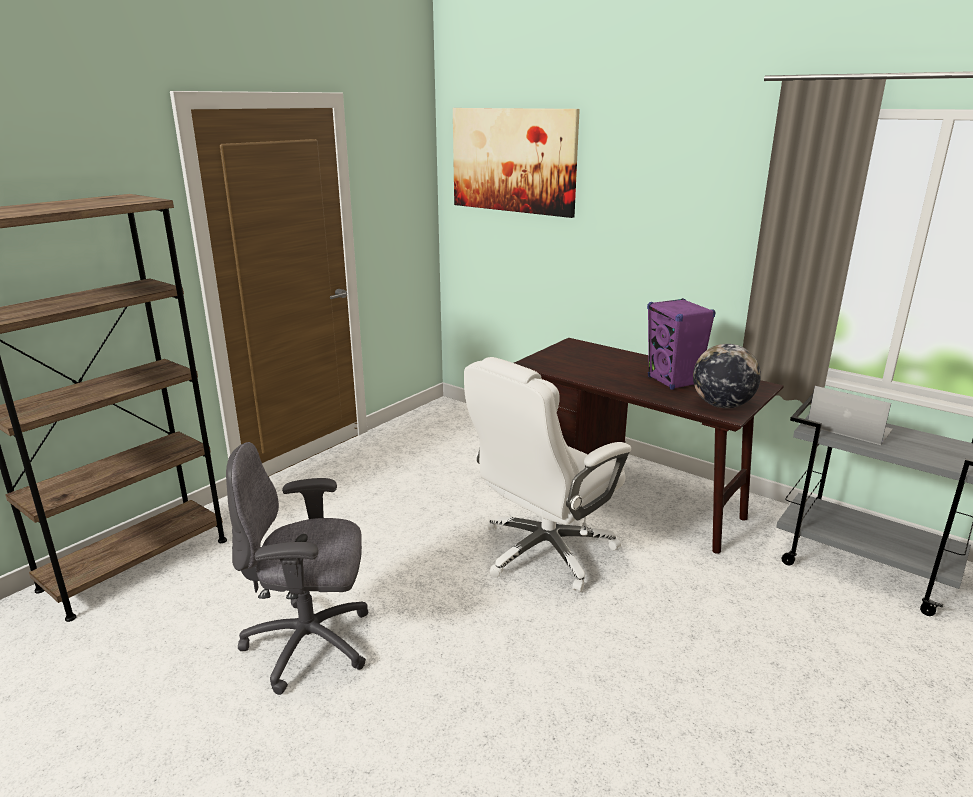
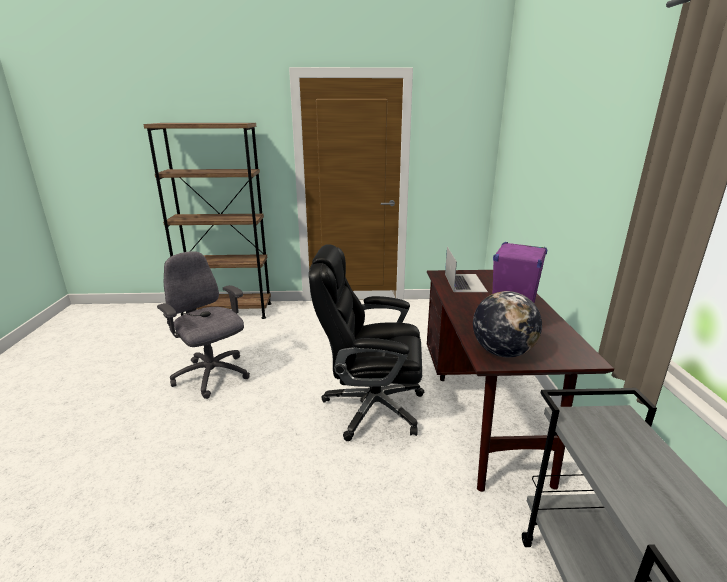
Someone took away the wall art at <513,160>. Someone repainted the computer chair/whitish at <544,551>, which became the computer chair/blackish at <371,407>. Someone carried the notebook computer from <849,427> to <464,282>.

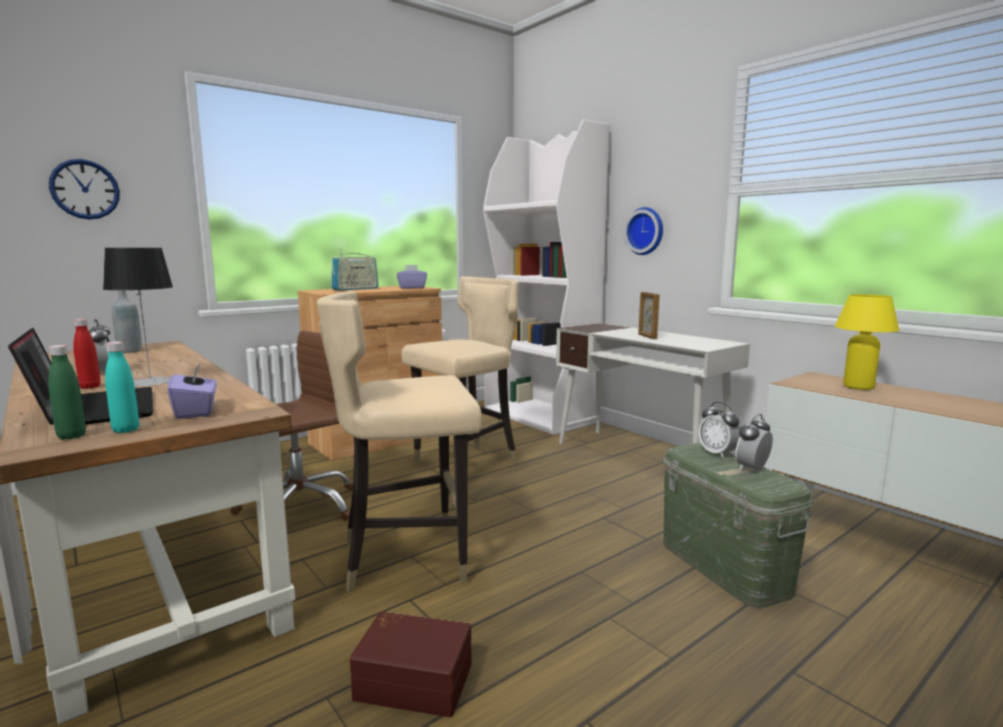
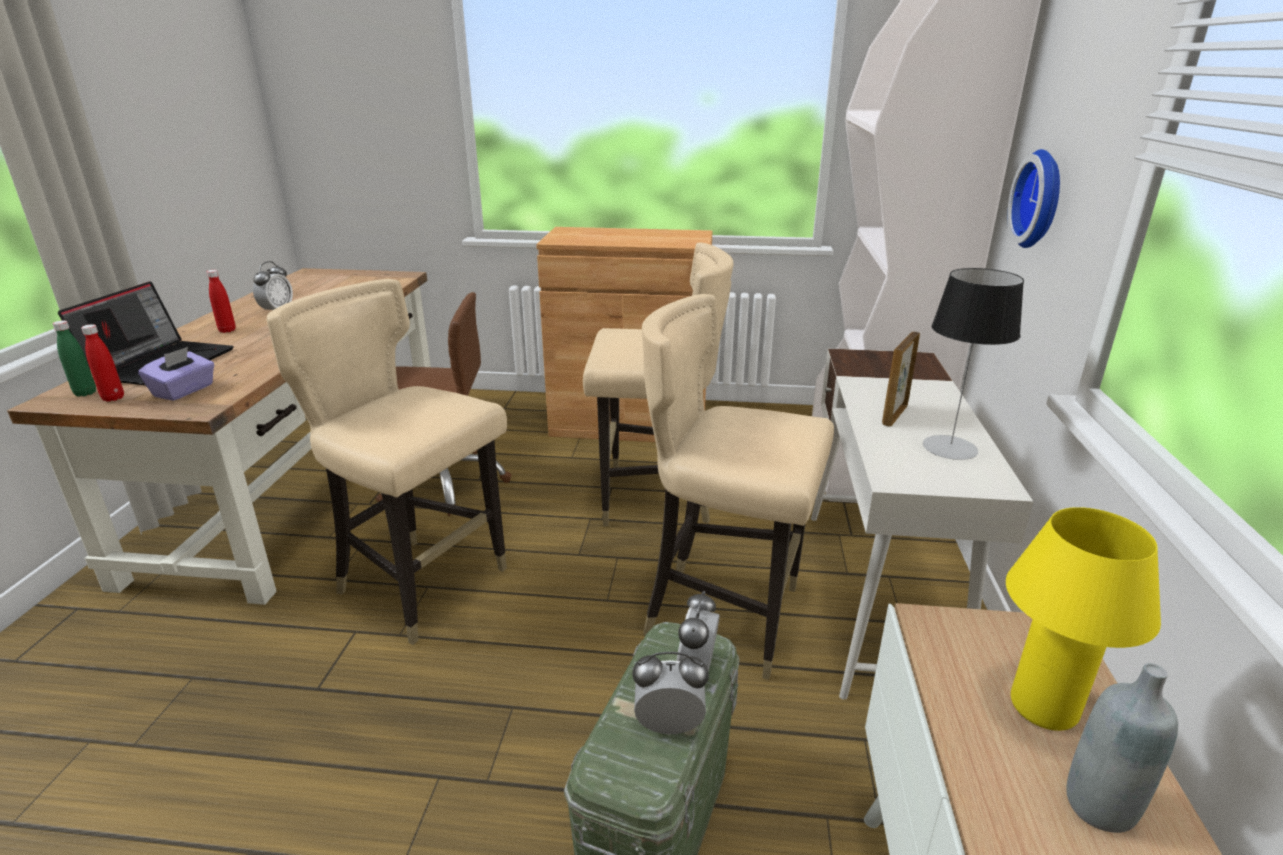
Someone took away the clock on the wall at <85,189>. Someone carried the lamp for a table from <150,382> to <950,448>. Someone repainted the drink bottle/turquoise-coloured at <126,430>, which became the drink bottle/red at <113,398>. Someone carried the drink bottle/greyish from <130,351> to <1099,806>. Someone took away the radio at <355,289>. Someone took away the storage box/brownish at <414,679>. Someone took away the tissue holder/purple at <412,287>. Someone put down the chair/beige-coloured at <726,616>.

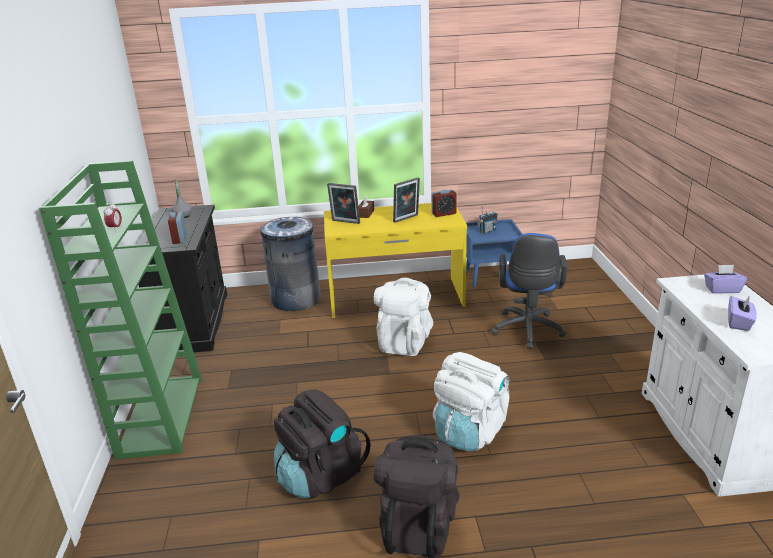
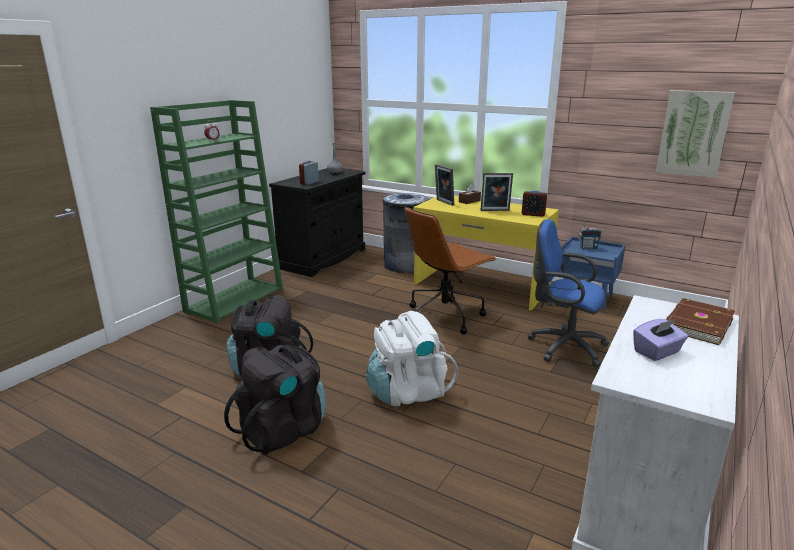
Someone swapped the knapsack/whitish at <404,341> for the computer chair/brownish at <445,316>. Someone rotated the computer chair/blue-coloured at <527,331> by 75 degrees clockwise. Someone swapped the tissue holder/purple at <722,289> for the bound book/brownish at <696,324>. Someone put up the wall art at <693,133>.

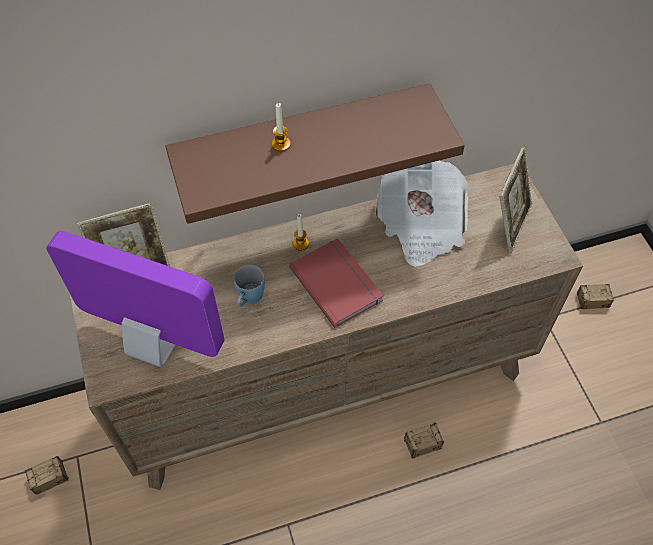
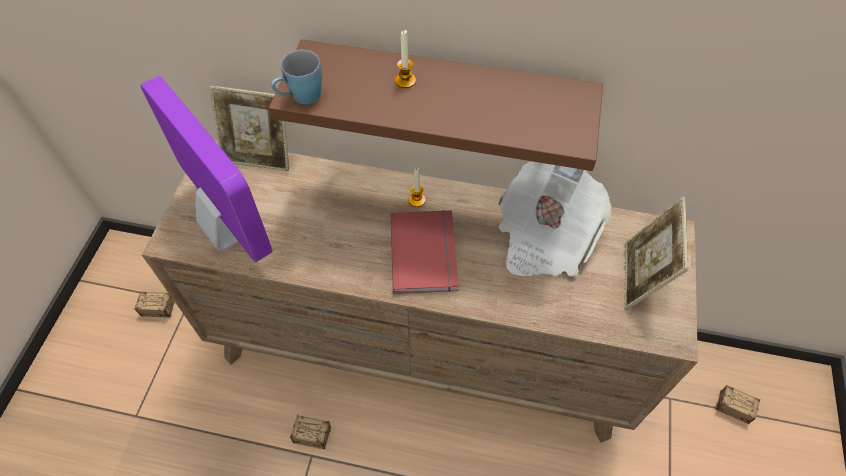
Someone carried the mug/blue-coloured from <249,299> to <300,98>. Someone carried the storage box from <402,450> to <290,430>. Someone rotated the standing frame at <508,224> by 135 degrees clockwise.

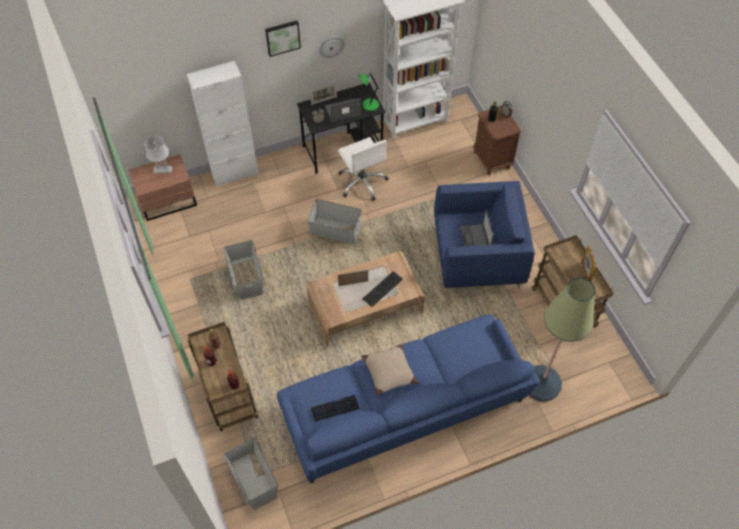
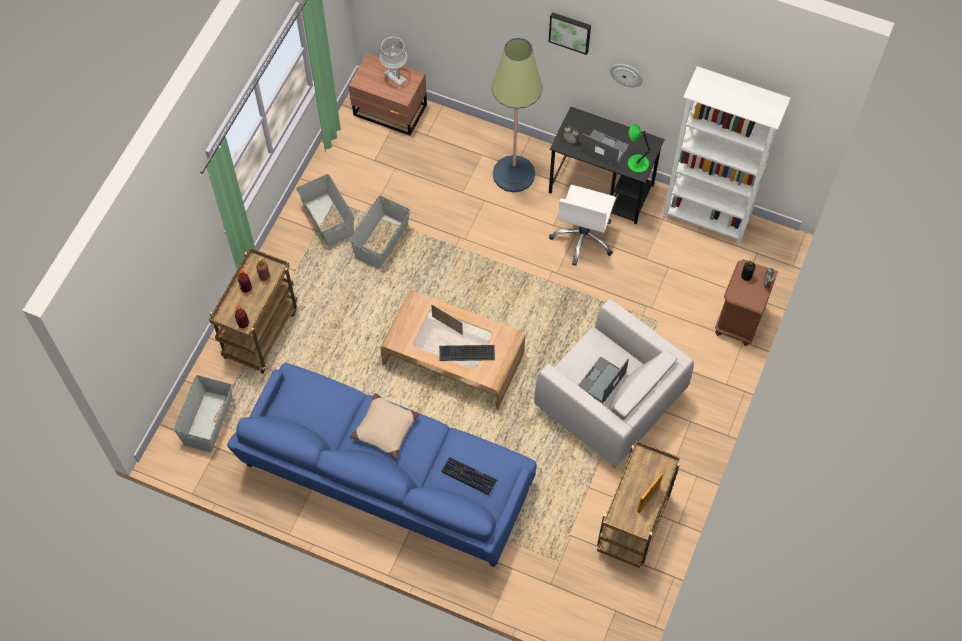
Someone took away the cabinet/whitish at <235,173>. Someone carried the storage box/greyish from <335,230> to <328,219>. Someone took away the standing frame at <324,100>. Someone carried the computer keyboard from <335,408> to <468,476>. Someone repainted the lounge chair/blue-coloured at <477,256>, which became the lounge chair/greyish at <609,403>. Someone carried the standard lamp from <542,383> to <513,174>.

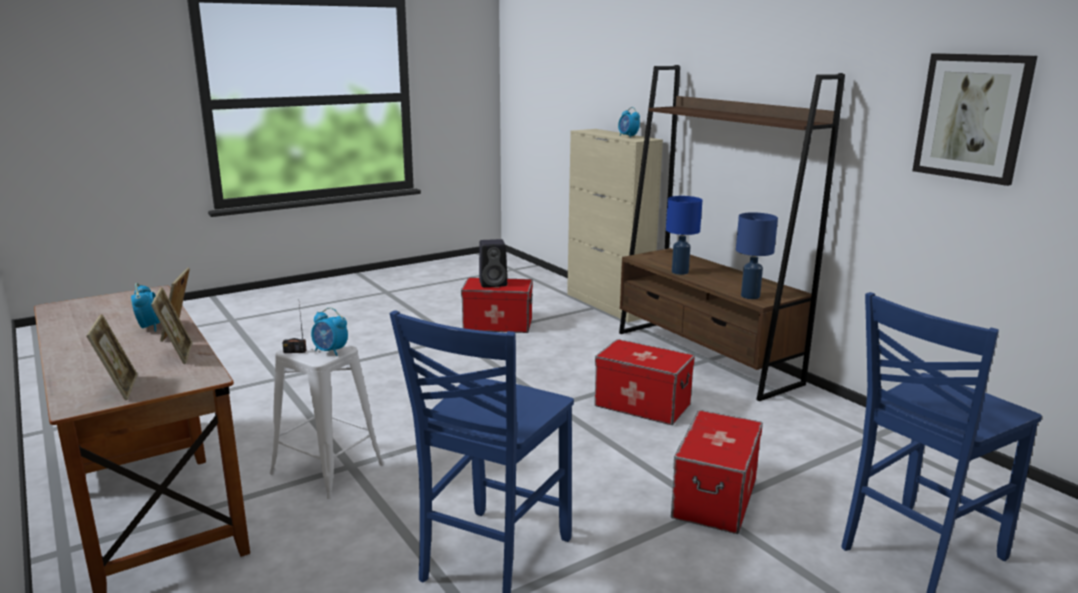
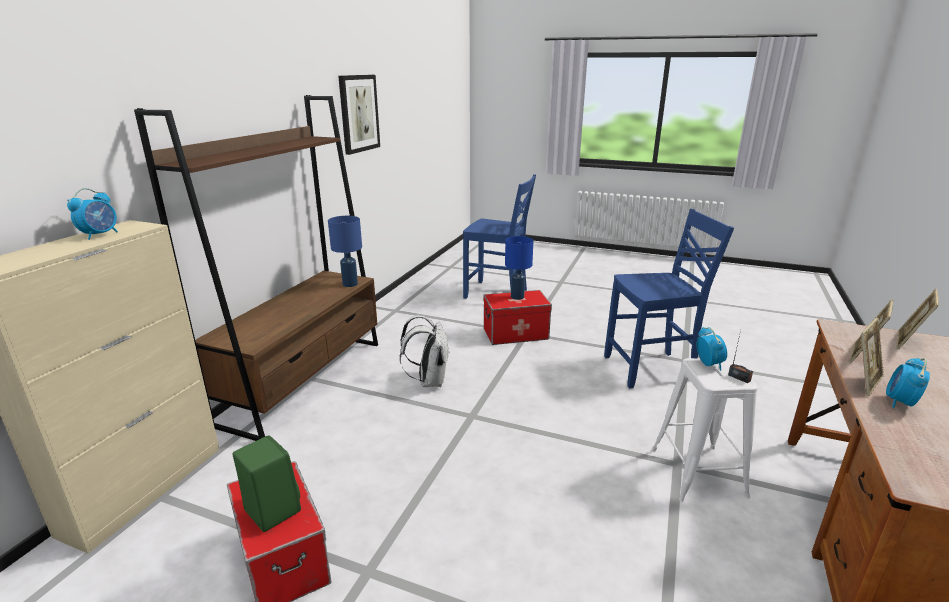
Someone repainted the speaker/blackish at <494,283>, which became the speaker/greenish at <271,510>. Someone swapped the storage box at <642,405> for the knapsack/whitish at <429,381>. Someone carried the lamp for a table/blue-coloured from <680,272> to <517,297>.

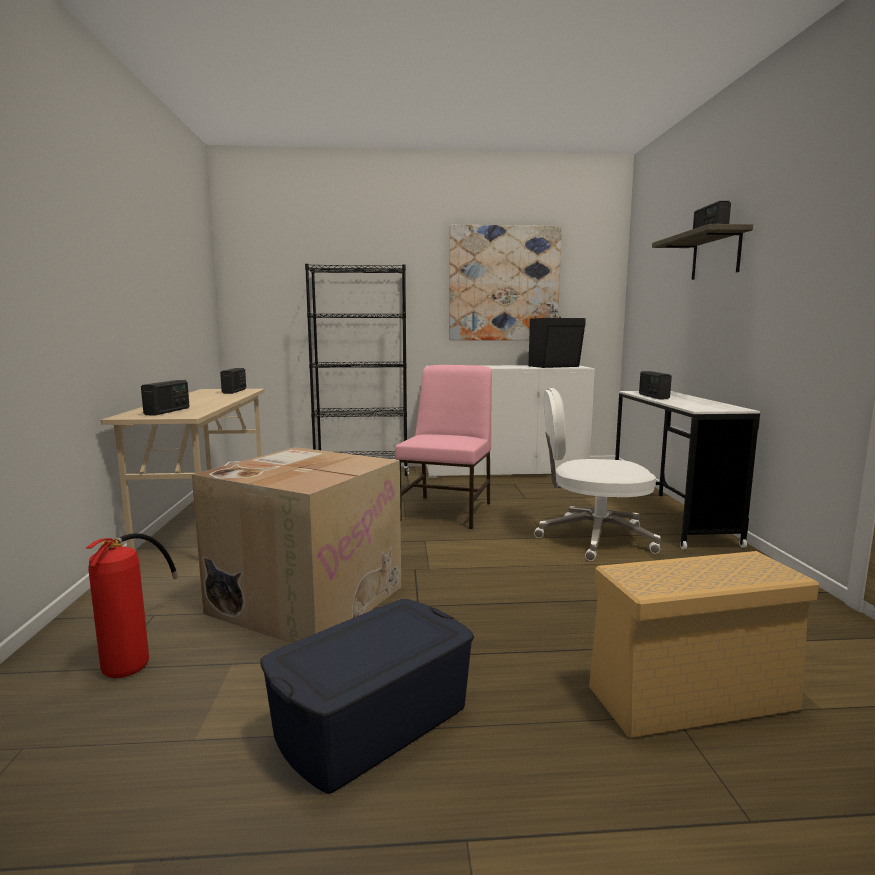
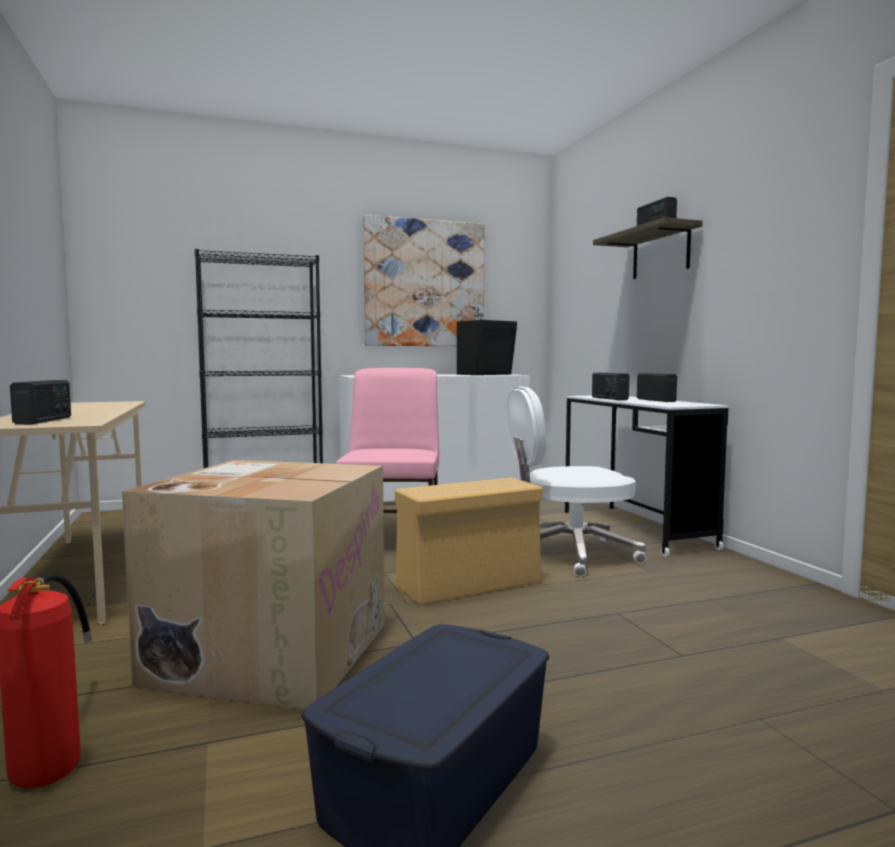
Someone carried the radio from <234,391> to <656,400>. Someone carried the storage box/beige-coloured from <689,699> to <467,584>.

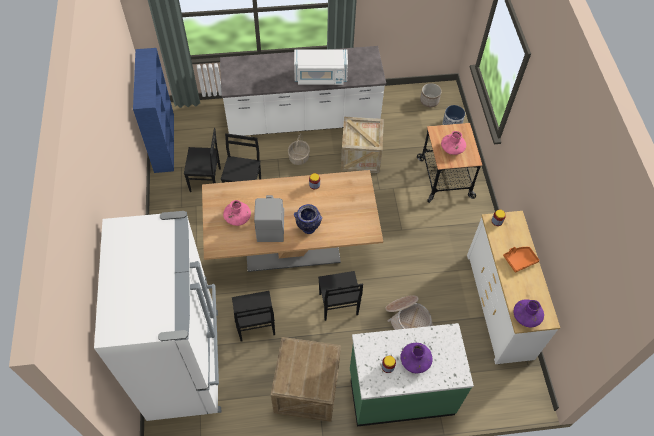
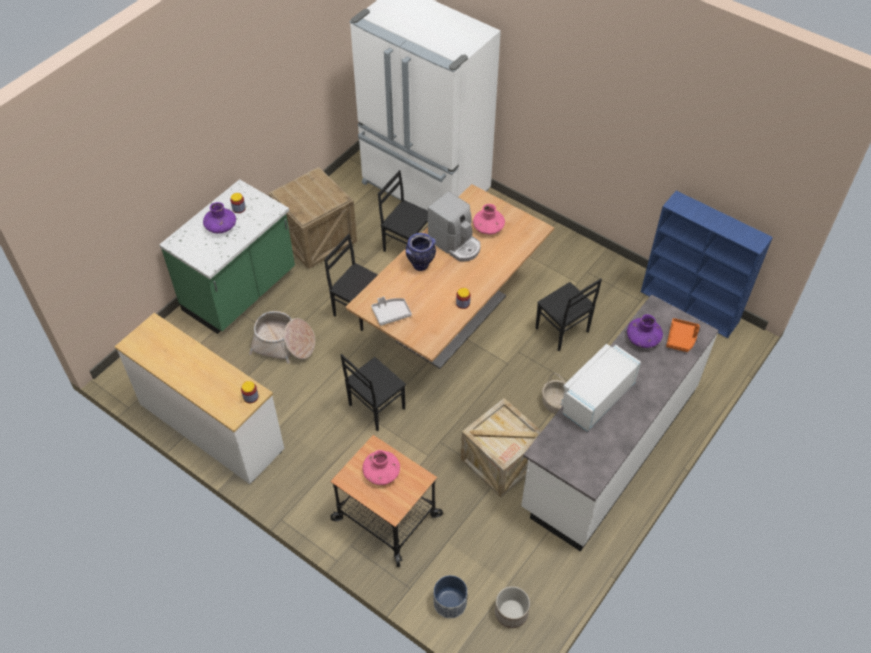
Someone carried the chair/blackish from <206,180> to <375,407>. Someone carried the carrying tray/orangey from <519,260> to <681,338>. Someone carried the decorative vase/purple from <526,316> to <643,338>. Someone put down the carrying tray/greyish at <391,313>.

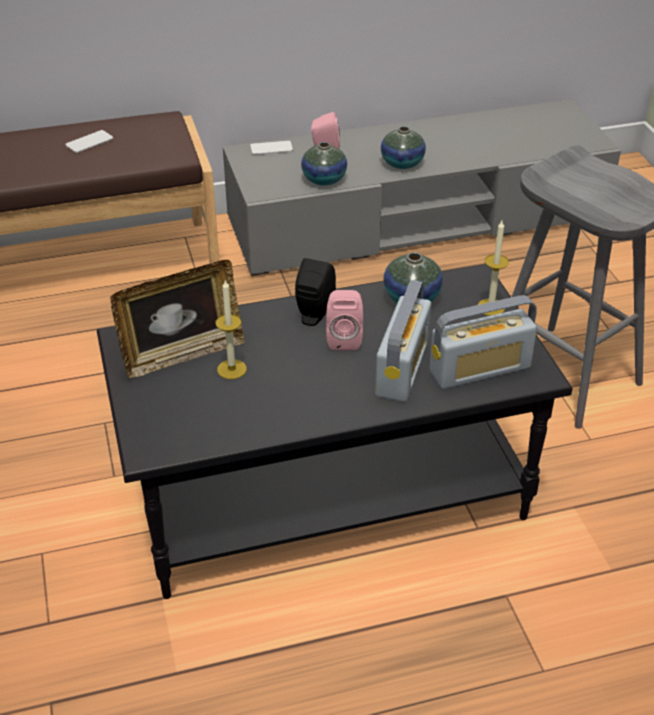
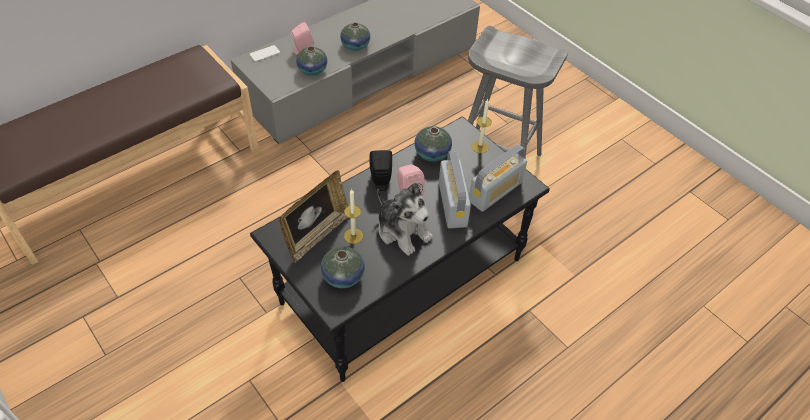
Someone took away the phone at <89,142>. Someone put down the decorative vase at <343,276>. Someone put down the cuddly toy at <403,231>.

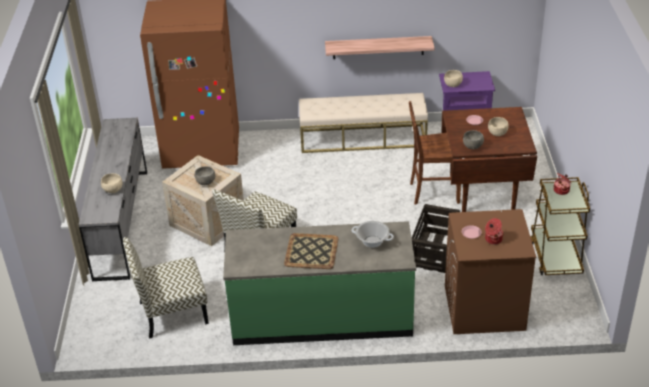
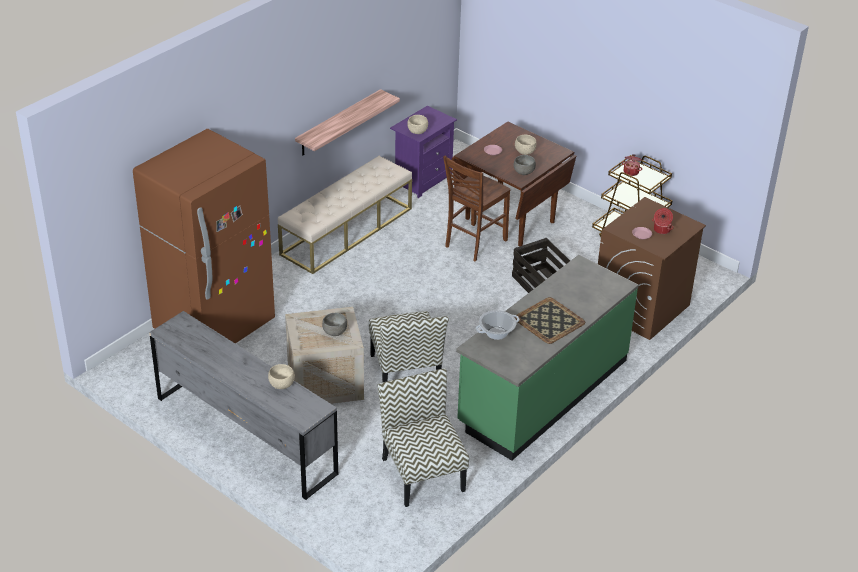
Someone rotated the chair at <172,313> by 135 degrees clockwise. Someone carried the saucepot from <372,241> to <497,333>.

